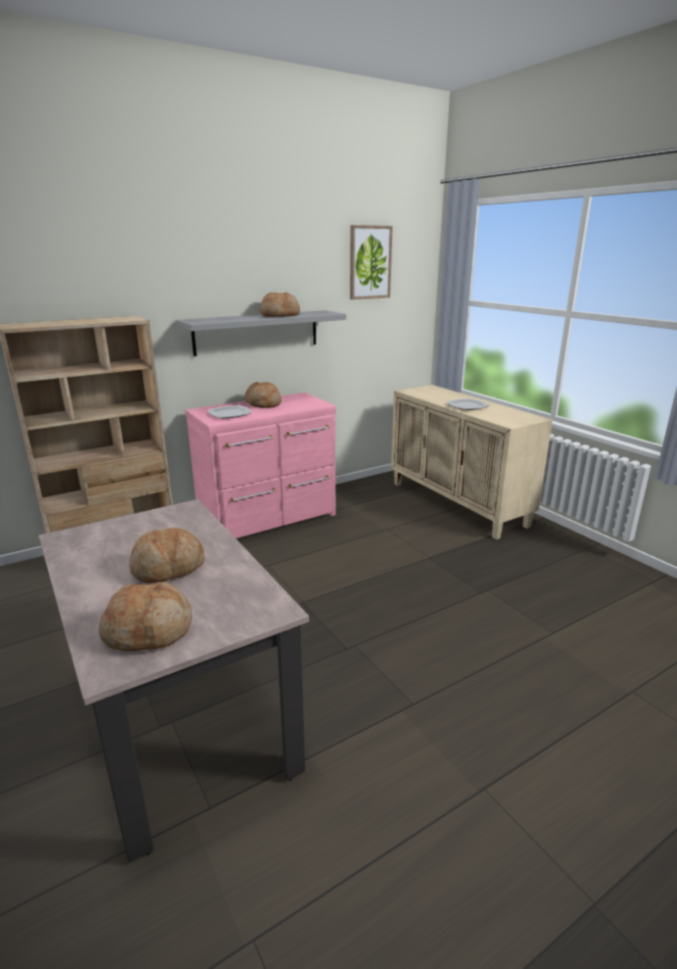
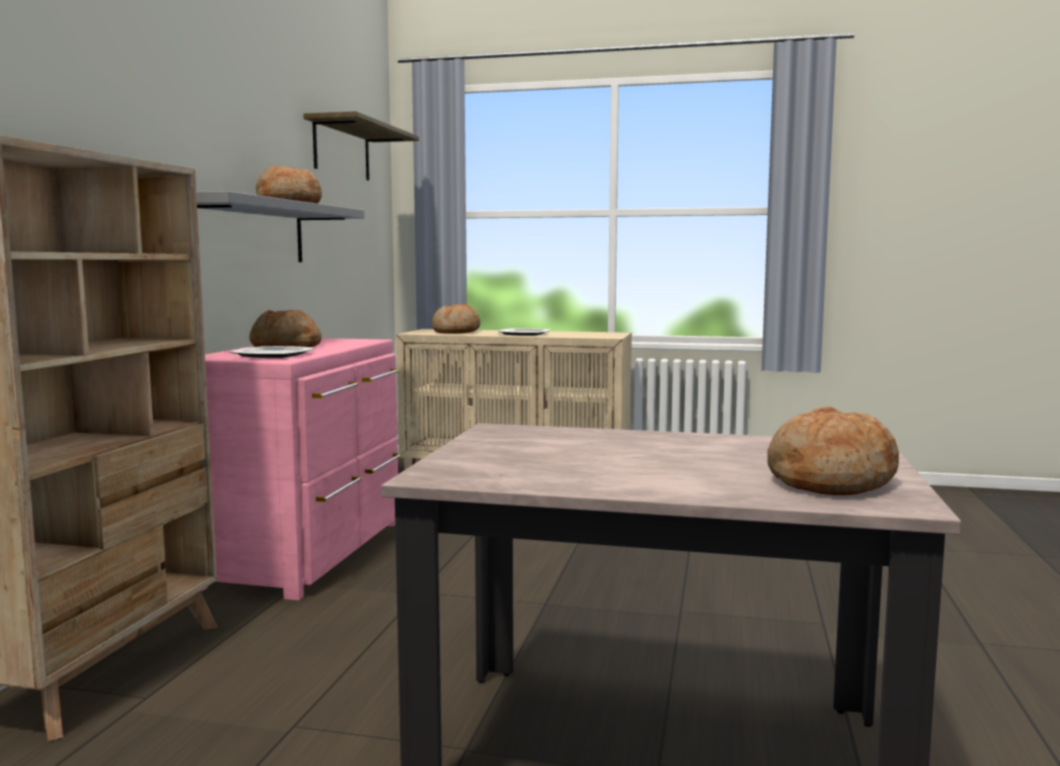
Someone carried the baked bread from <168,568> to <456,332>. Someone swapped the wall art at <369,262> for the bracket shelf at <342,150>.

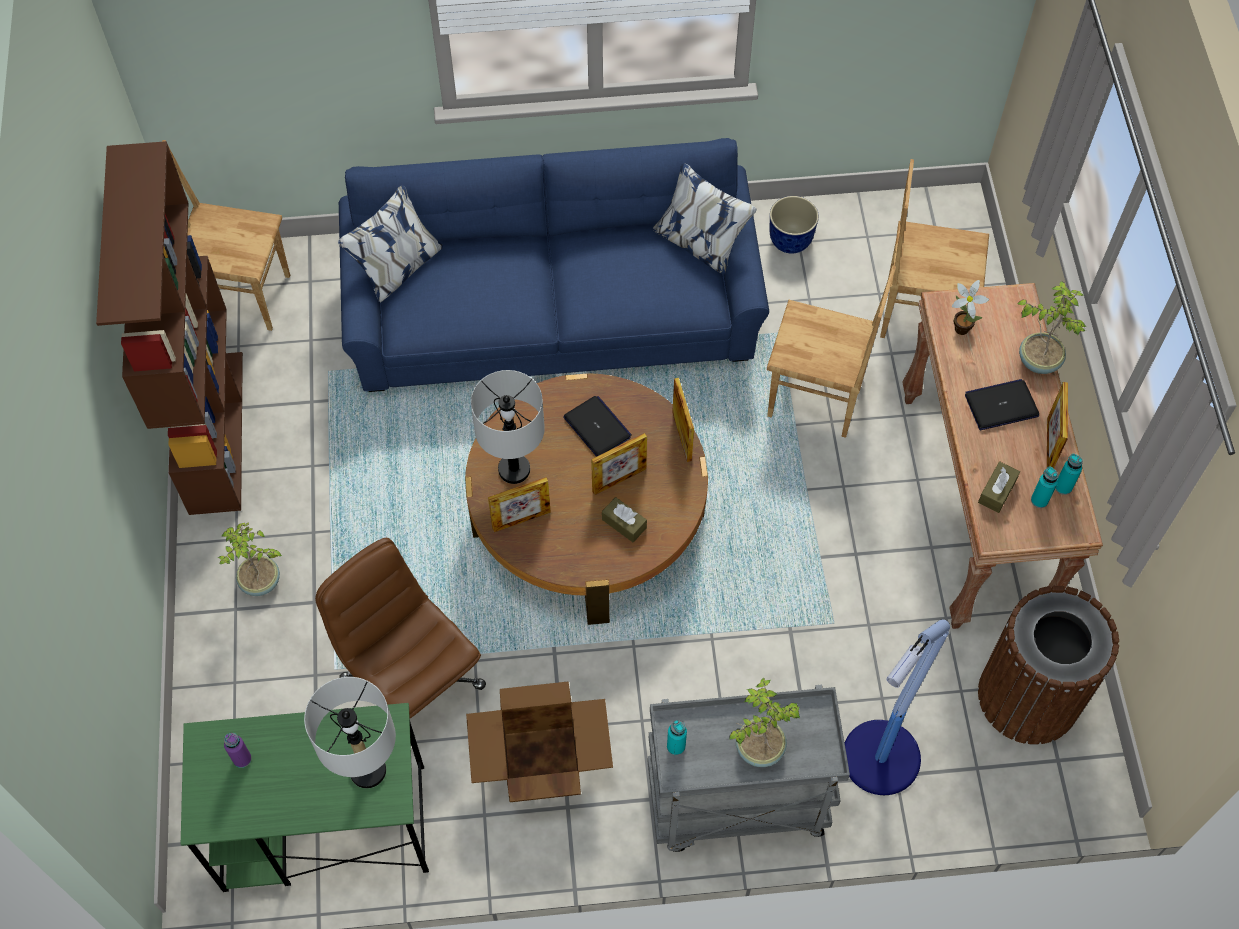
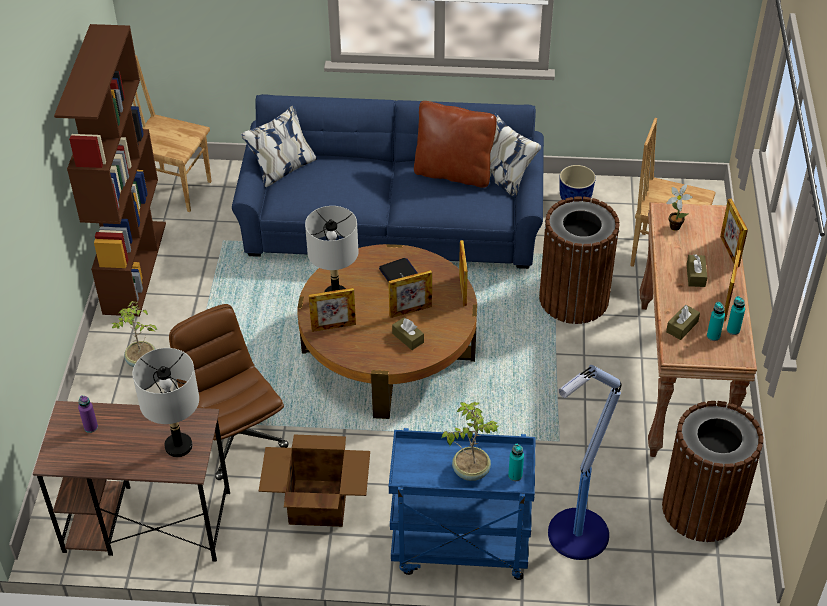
Someone repainted the desk unit/greenish at <323,828>, which became the desk unit/brownish at <146,522>. Someone repainted the cart/greyish at <735,803>, which became the cart/blue-coloured at <459,549>. Someone carried the drink bottle/turquoise-coloured from <676,746> to <515,475>. Someone swapped the chair/brownish at <815,400> for the waste bin/brownish at <574,299>. Someone swapped the notebook computer at <1001,405> for the tissue holder/brownish at <695,275>. Someone swapped the potted plant at <1039,360> for the standing frame at <729,251>. Someone put down the throw pillow/brownish at <453,173>.

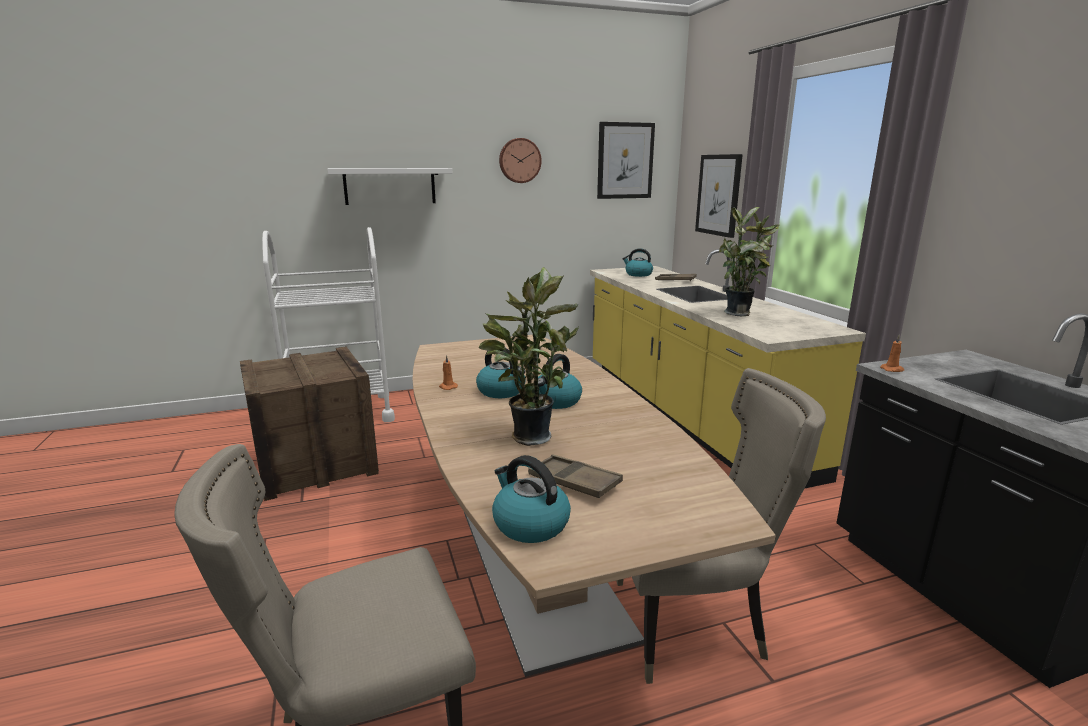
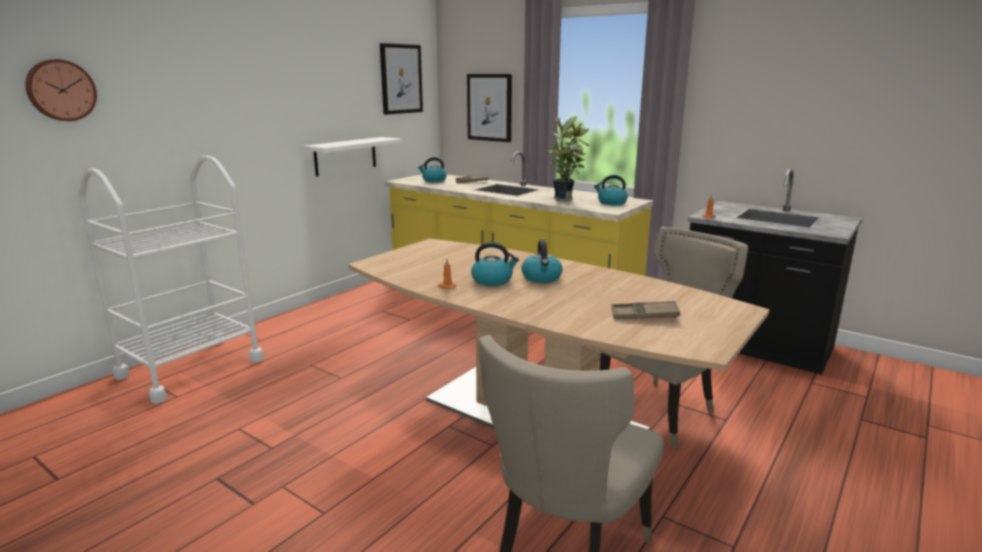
Someone took away the packing crate at <315,463>. Someone carried the bracket shelf/whitish from <390,186> to <345,156>. Someone took away the potted plant at <528,436>. Someone carried the tea kettle from <529,524> to <611,203>. Someone carried the clock on the wall from <519,160> to <60,90>.

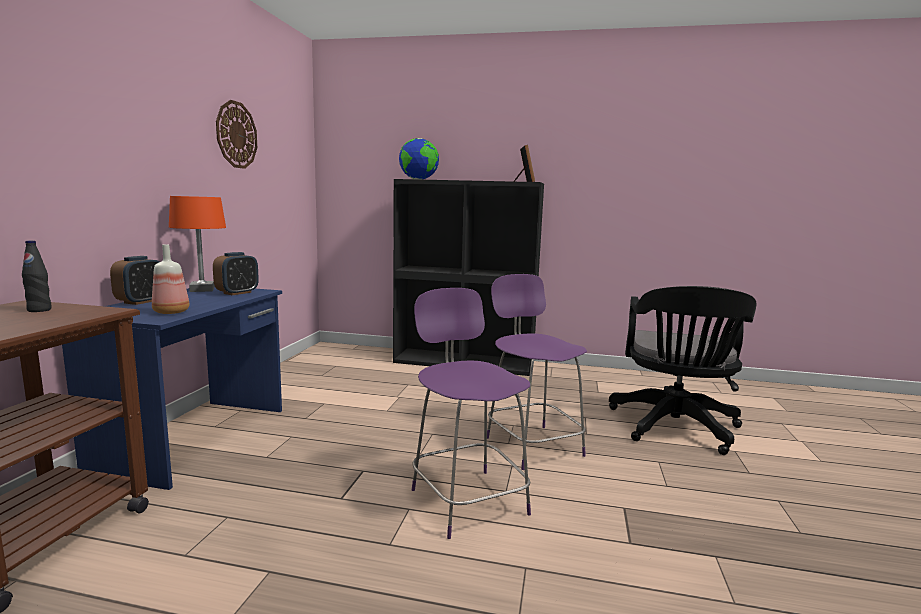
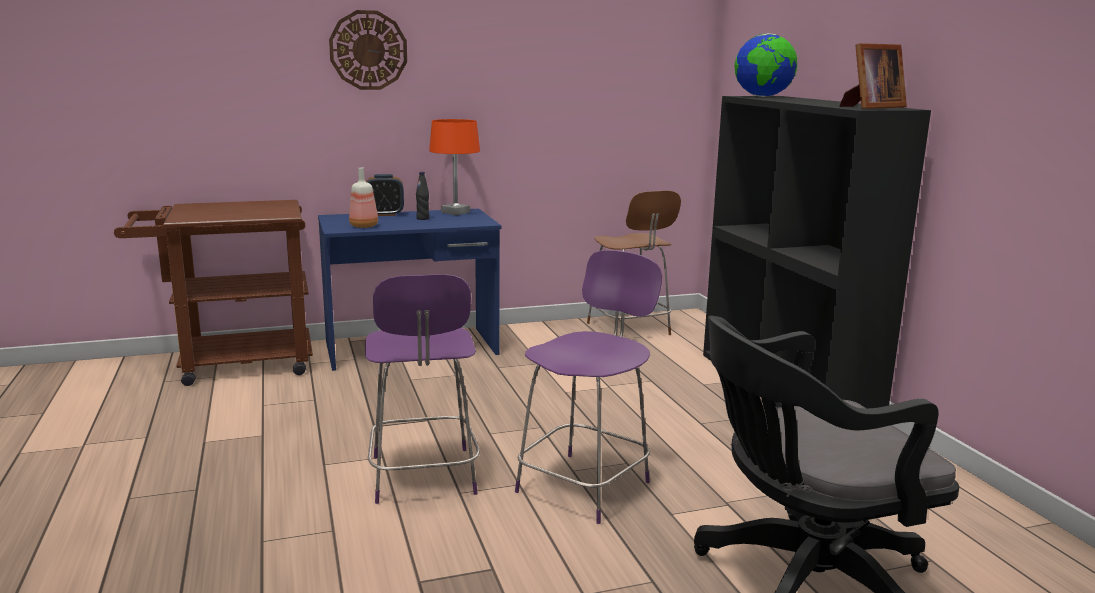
Someone carried the drink bottle/blackish from <39,310> to <423,218>. Someone took away the table clock at <237,293>. Someone carried the clock on the wall from <236,135> to <368,50>. Someone rotated the chair/purple at <467,499> by 135 degrees clockwise. Someone put down the chair/brownish at <629,330>.

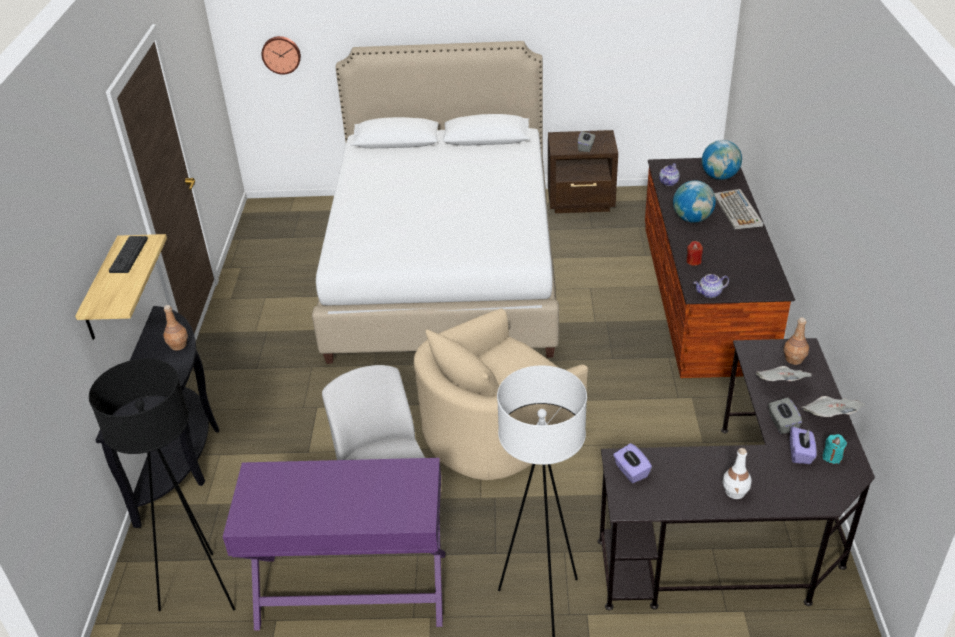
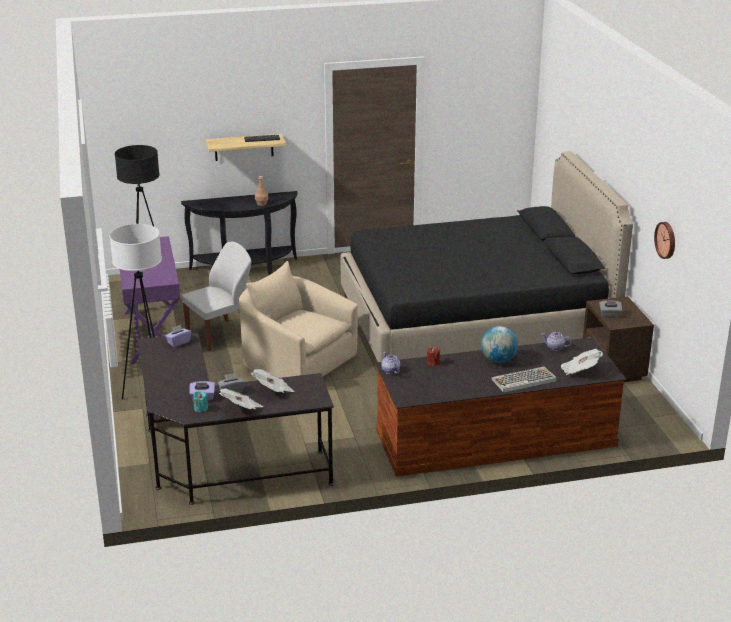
Someone carried the clock on the wall from <281,54> to <666,240>. Someone repainted the bedroom bed/whitish at <443,268>, which became the bedroom bed/blackish at <474,320>. Someone swapped the world globe at <719,177> for the newspaper at <579,370>. Someone took away the drink bottle/whitish at <735,492>. Someone took away the drink bottle/brownish at <794,359>.

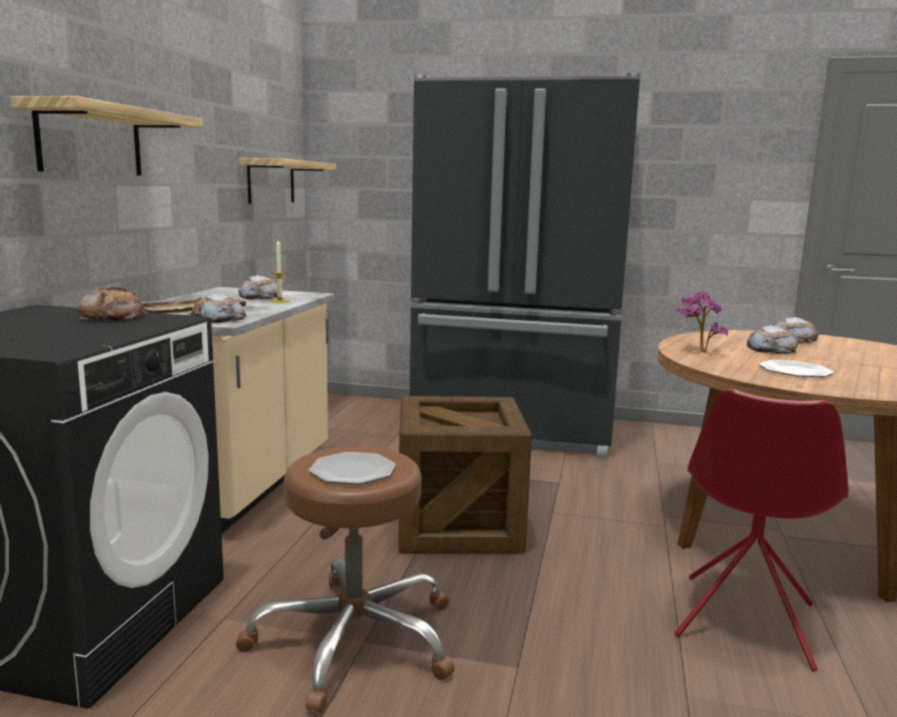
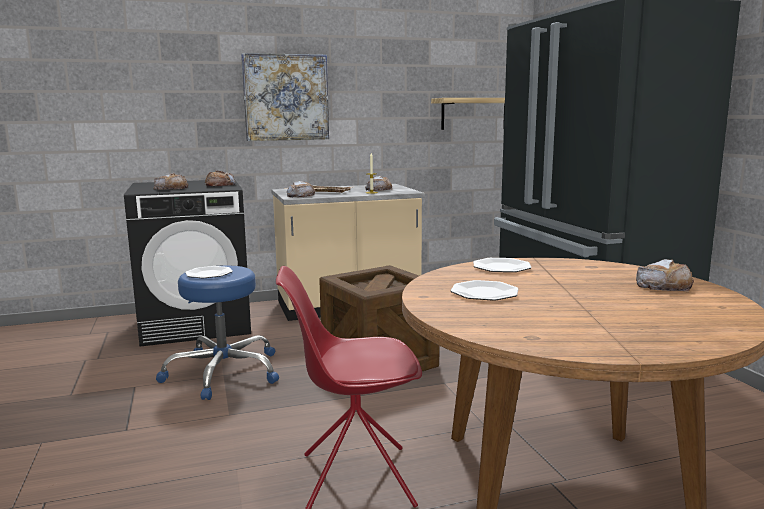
Someone swapped the bracket shelf at <90,141> for the wall art at <286,97>. Someone repainted the sitting stool/brownish at <355,640>, which became the sitting stool/blue-coloured at <223,373>. Someone swapped the potted plant at <698,351> for the plate at <501,267>. Someone carried the baked bread from <771,349> to <171,188>.

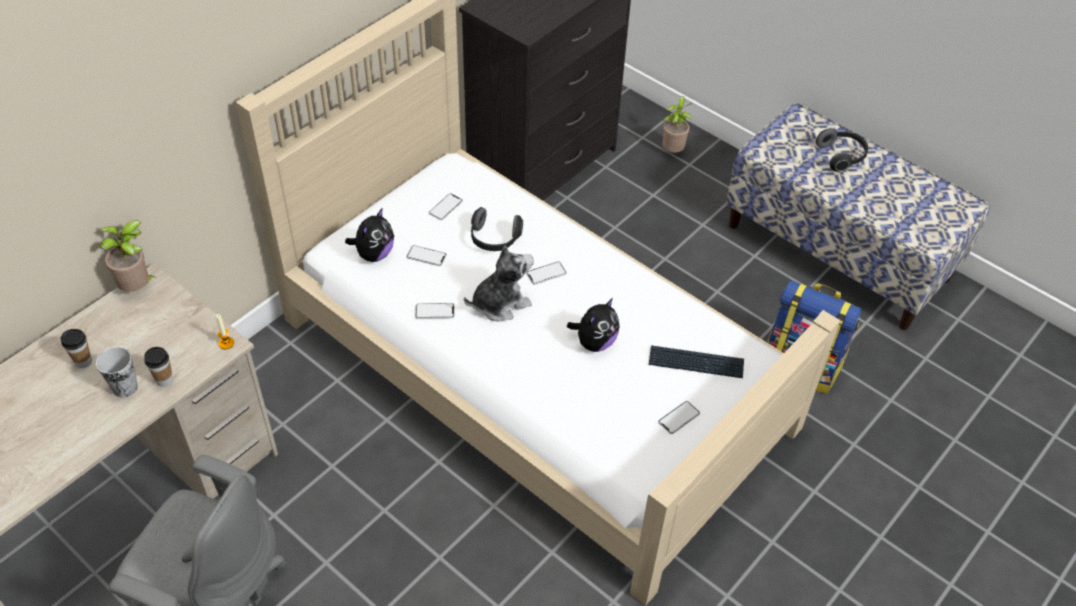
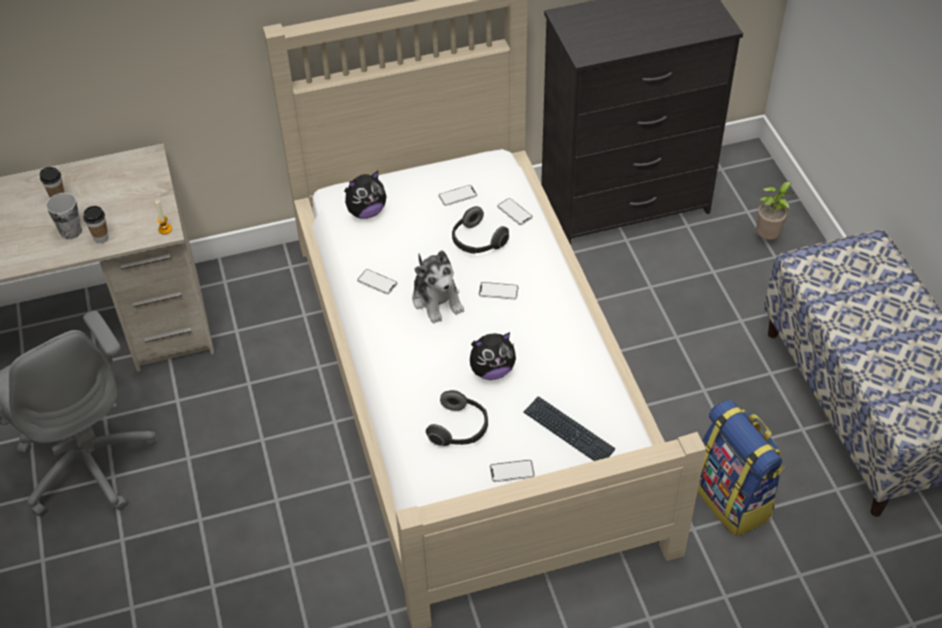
Someone took away the potted plant at <138,288>. Someone carried the phone from <426,256> to <514,212>. Someone rotated the cuddly toy at <500,303> by 60 degrees clockwise. Someone carried the headphones from <841,156> to <460,429>.

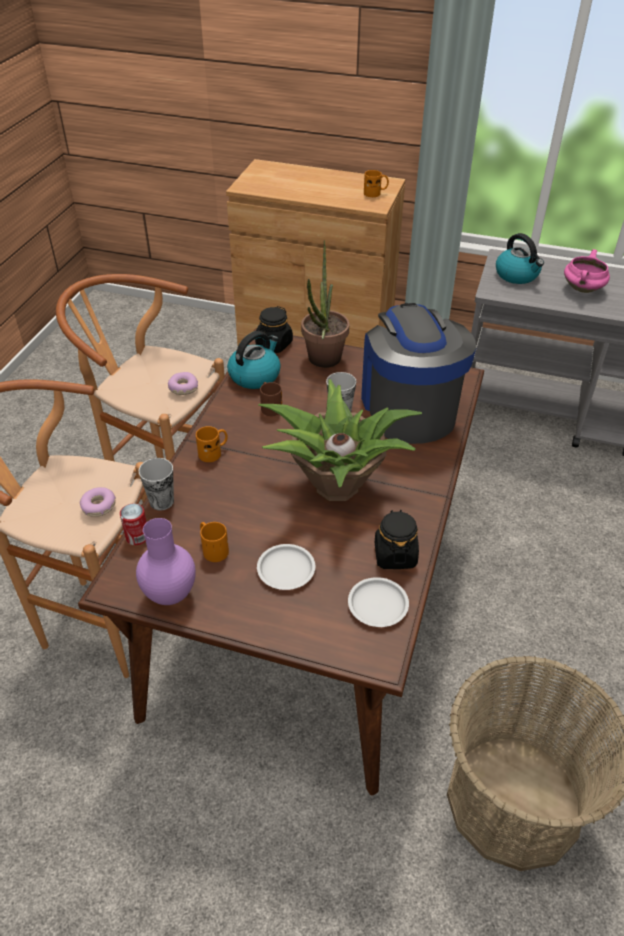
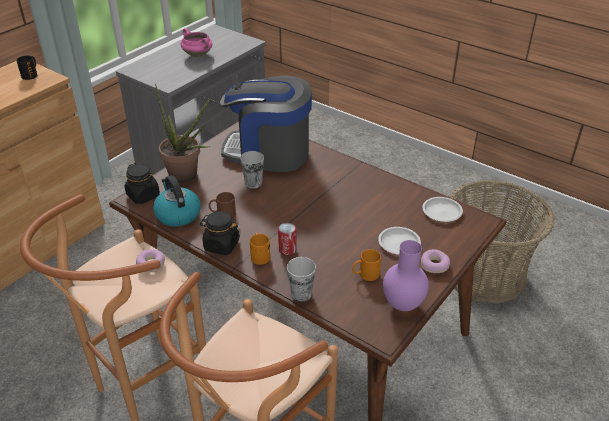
Someone carried the donut from <99,506> to <434,265>. Someone carried the sealed can from <137,537> to <287,249>. Someone took away the potted plant at <334,485>. Someone repainted the mug/orangey at <375,193>, which became the mug/blackish at <31,74>. Someone carried the preserve jar/blackish from <395,555> to <221,245>. Someone took away the tea kettle at <517,275>.

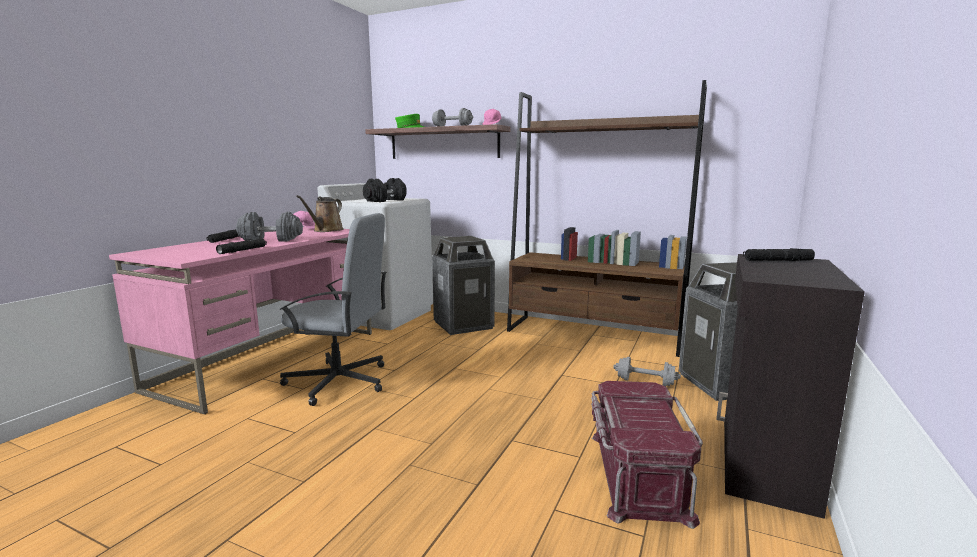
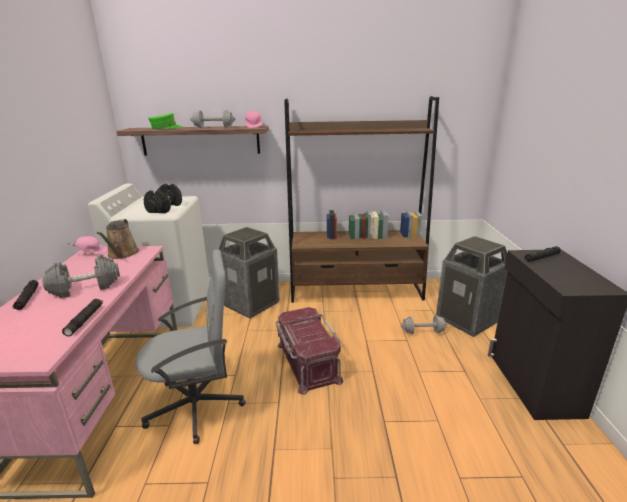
Someone carried the storage box/red from <636,474> to <307,362>.

